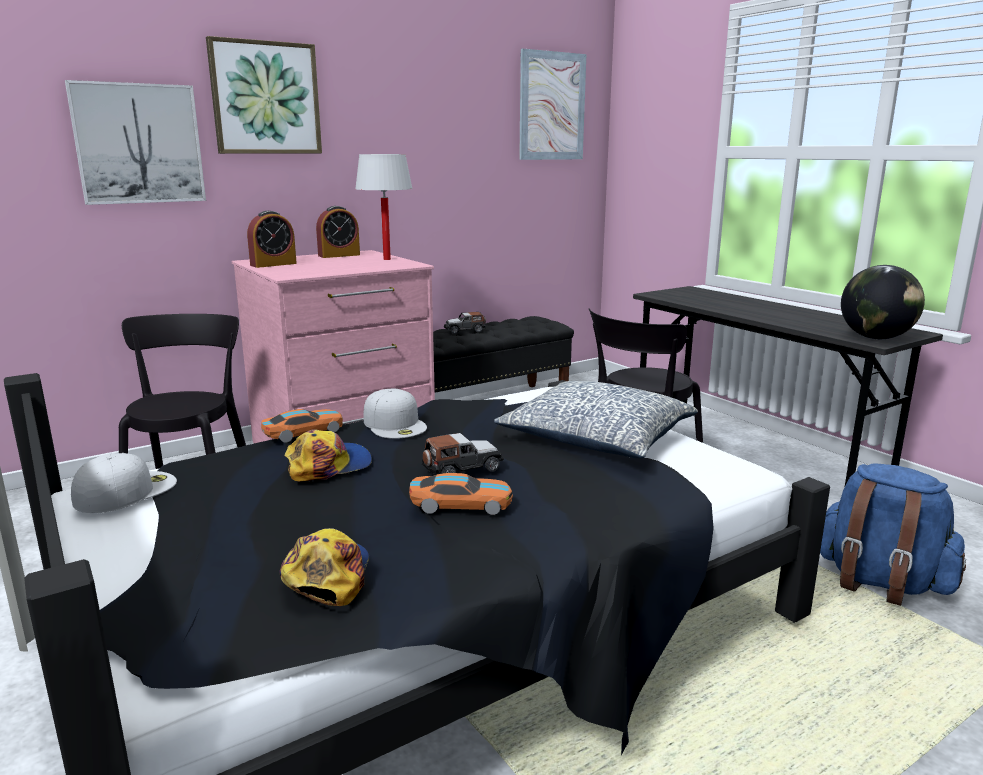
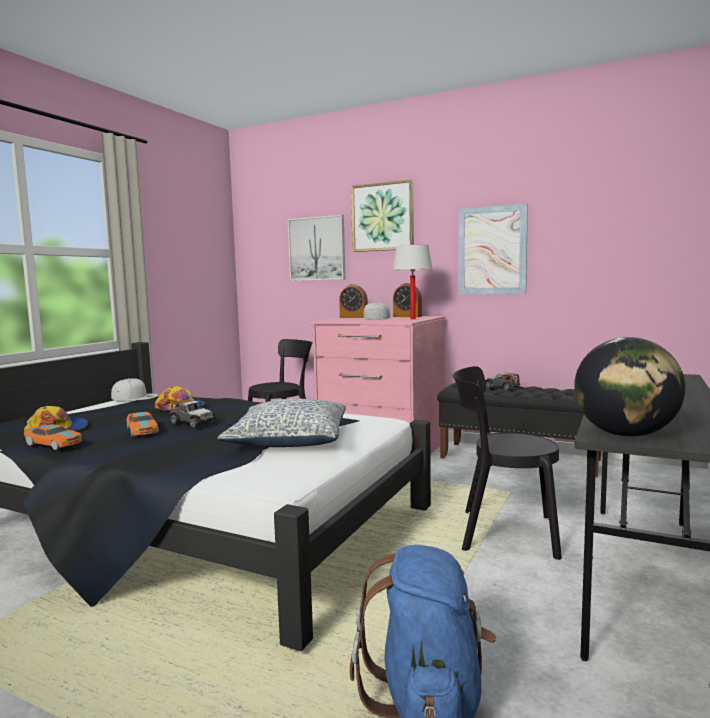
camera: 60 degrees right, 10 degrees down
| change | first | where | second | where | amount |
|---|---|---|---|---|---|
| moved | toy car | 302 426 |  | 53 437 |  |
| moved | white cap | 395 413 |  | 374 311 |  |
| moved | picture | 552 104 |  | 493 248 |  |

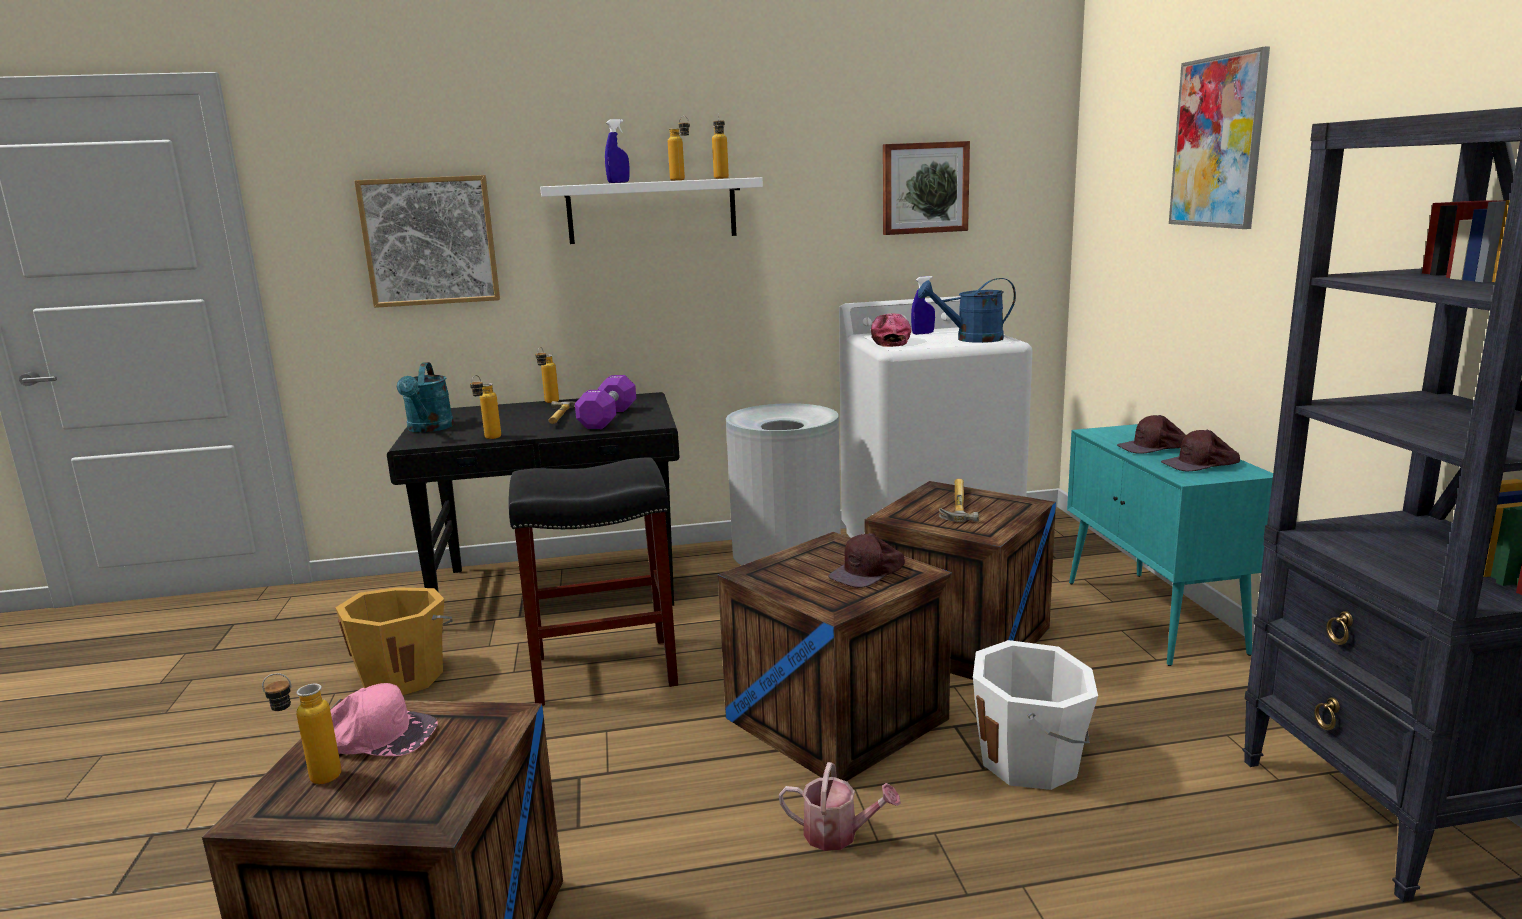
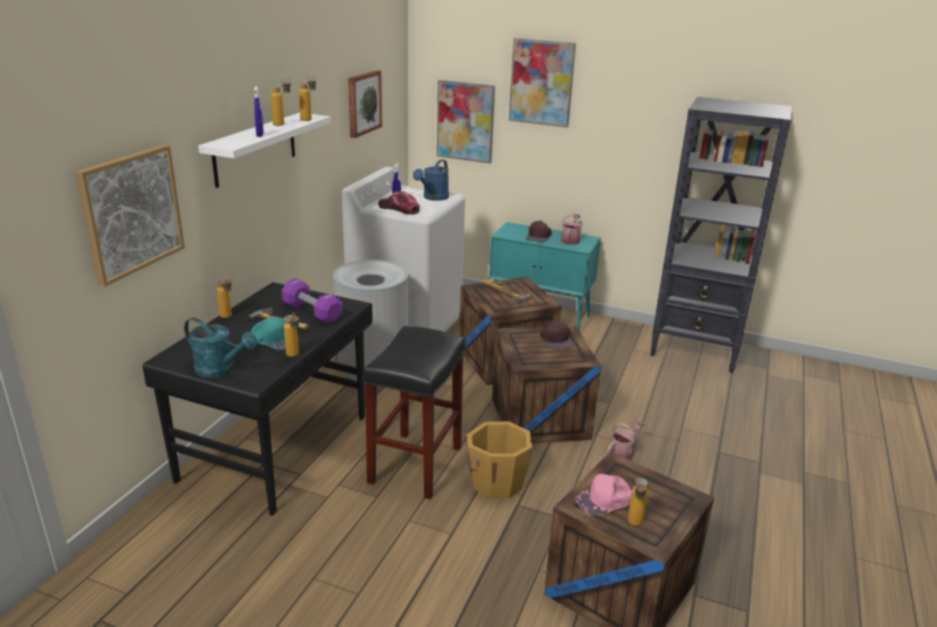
camera: 60 degrees left, 10 degrees up
| change | first | where | second | where | amount |
|---|---|---|---|---|---|
| removed | white bucket | 1035 715 |  |  |  |
| added |  |  | turquoise cap | 275 333 |  |
| added |  |  | picture | 466 122 |  |
| moved | orange bucket | 394 641 |  | 498 460 |  |
| replaced | brown cap | 1200 450 | watering can | 571 229 |  |
| turned | pink cap | 384 719 |  | 603 495 | 150 degrees counterclockwise |

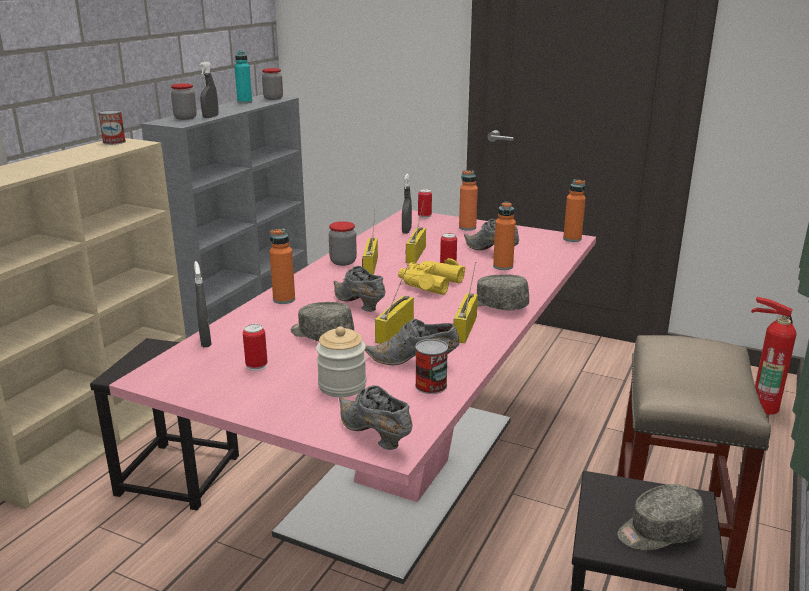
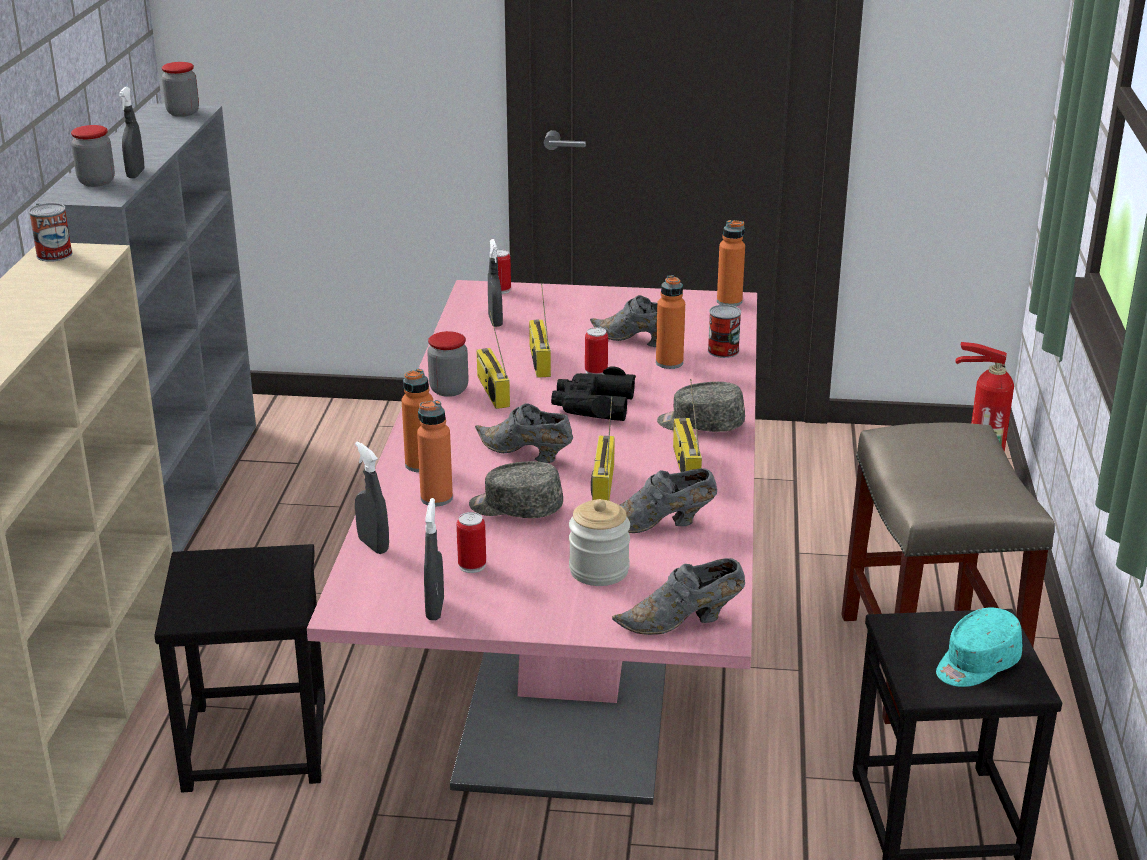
camera: 20 degrees left, 5 degrees up
| change | first | where | second | where | amount |
|---|---|---|---|---|---|
| removed | turquoise bottle | 243 77 |  |  |  |
| added |  |  | grey spray bottle | 434 559 |  |
| moved | can | 431 366 |  | 724 331 |  |
| moved | orange bottle | 468 200 |  | 435 453 |  |
| recoloured | yellow binoculars | 432 276 | black binoculars | 593 393 |  |
| recoloured | grey cap | 660 517 | turquoise cap | 979 647 |  |
| turned | grey shoe | 376 417 |  | 678 596 | 45 degrees counterclockwise |

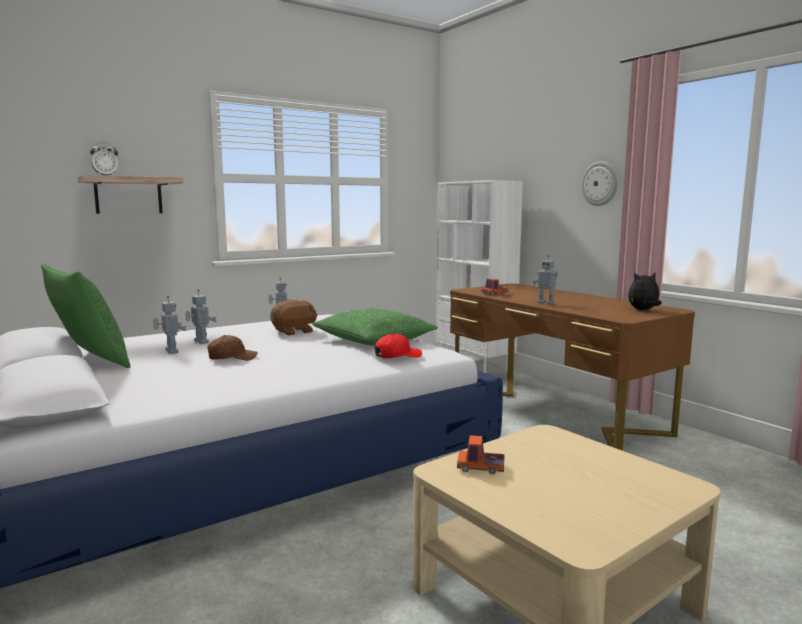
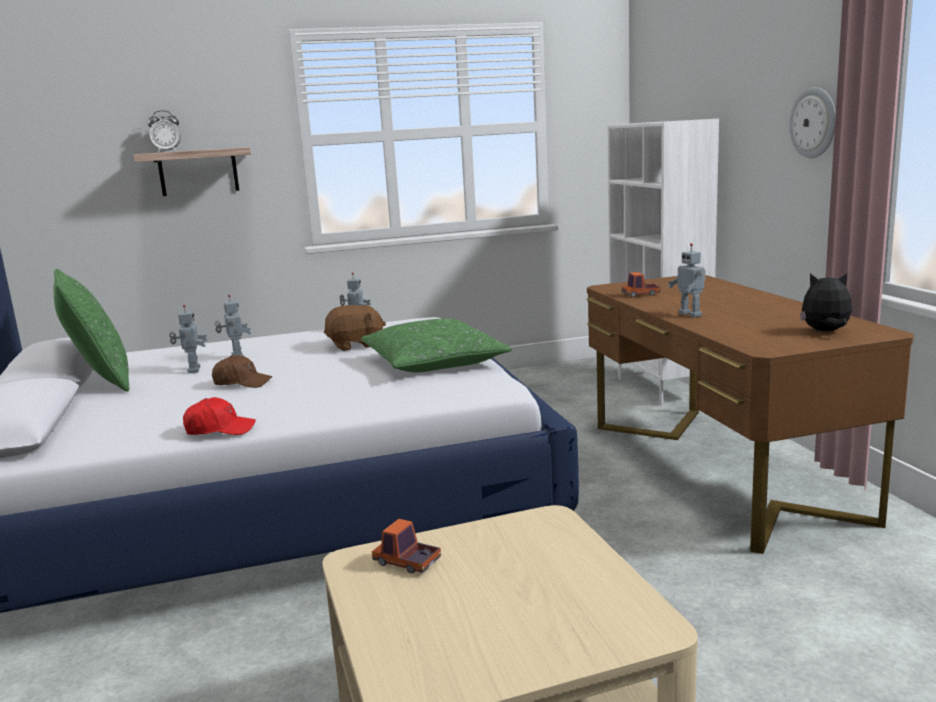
camera: 20 degrees right, 5 degrees up
| change | first | where | second | where | amount |
|---|---|---|---|---|---|
| moved | red cap | 398 345 |  | 219 416 |  |

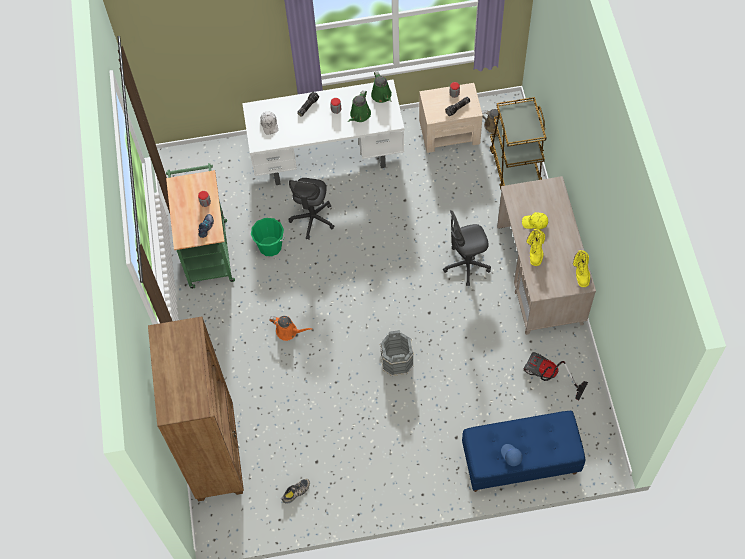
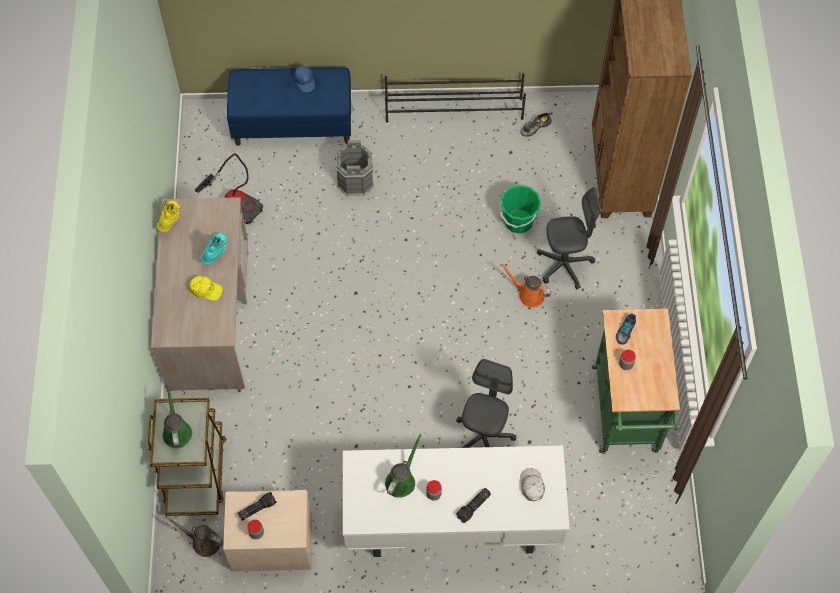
camera: 175 degrees left, 0 degrees up
| change | first | where | second | where | amount |
|---|---|---|---|---|---|
| added |  |  | black shoe rack | 455 97 |  |
| moved | green bucket | 268 237 |  | 520 209 |  |
| moved | green watering can | 381 87 |  | 177 414 |  |
| moved | grey bucket | 396 353 |  | 354 168 |  |
| moved | grey office chair | 467 248 |  | 569 238 |  |
| recoloured | yellow boot | 535 247 | turquoise boot | 214 249 |  |

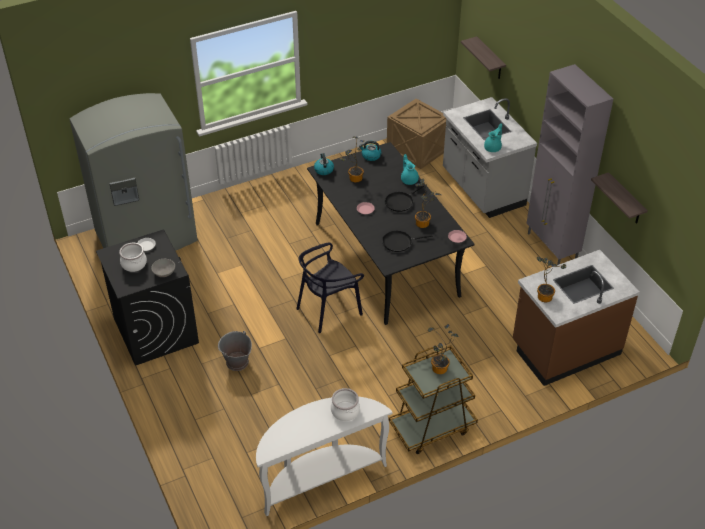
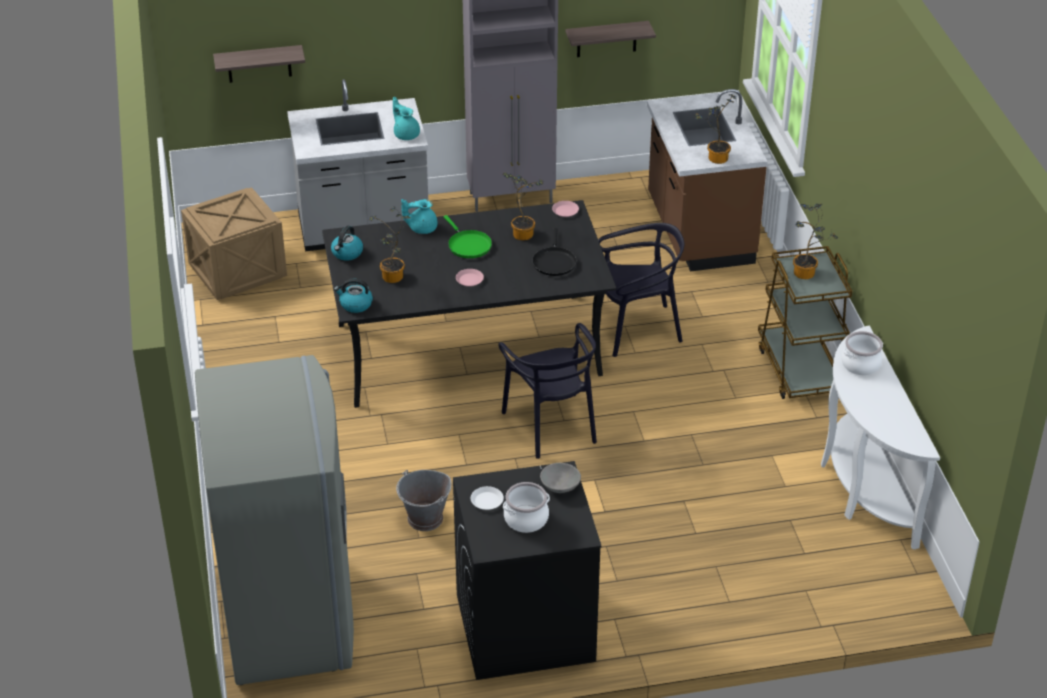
camera: 75 degrees left, 5 degrees down
| change | first | where | second | where | amount |
|---|---|---|---|---|---|
| added |  |  | black chair | 641 290 |  |
| moved | grey bucket | 235 351 |  | 423 500 |  |
| recoloured | black frying pan | 404 198 | green frying pan | 468 236 |  |

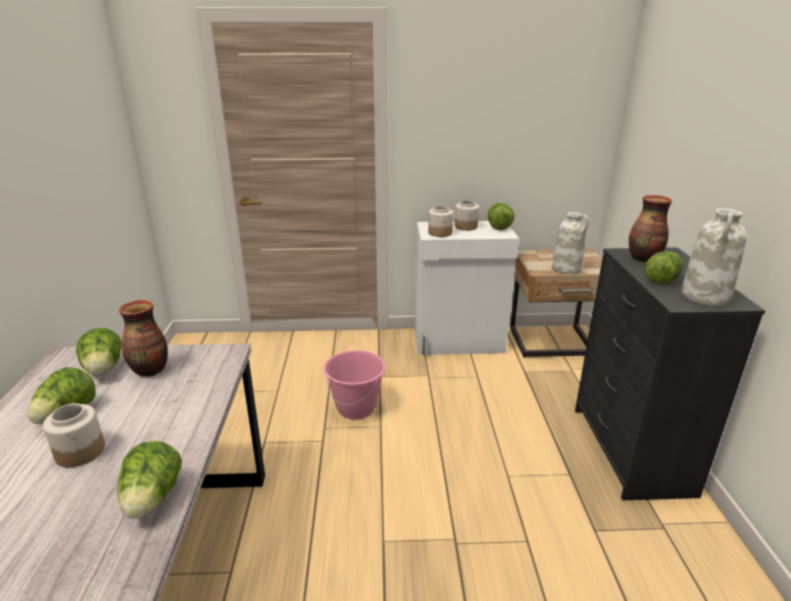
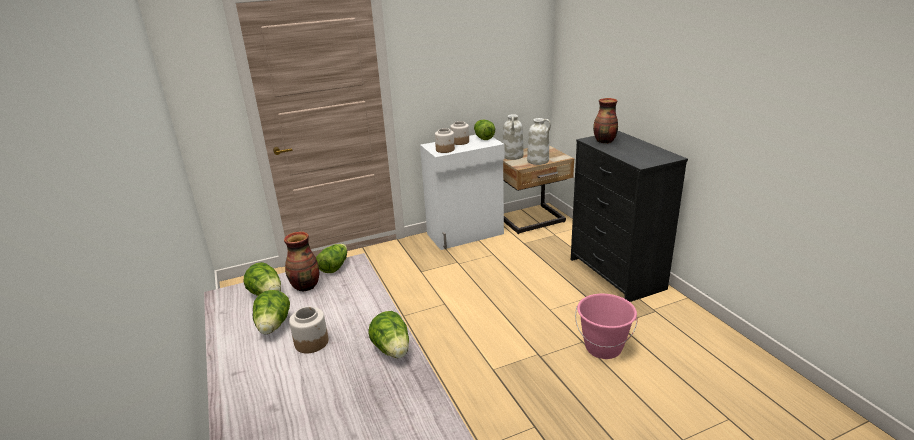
camera: 20 degrees left, 0 degrees up
| change | first | where | second | where | amount |
|---|---|---|---|---|---|
| moved | pink bucket | 354 385 |  | 606 326 |  |
| moved | lettuce | 663 267 |  | 331 258 |  |
| moved | white vase | 714 257 |  | 513 137 |  |

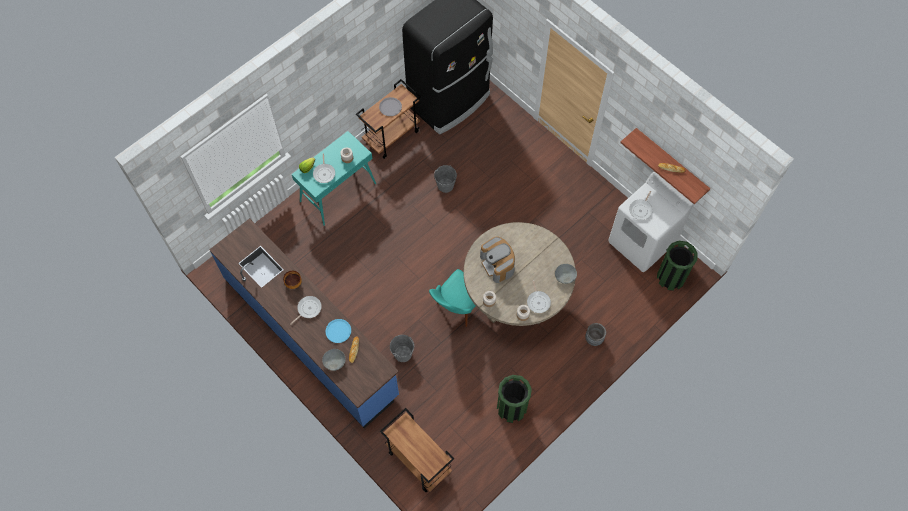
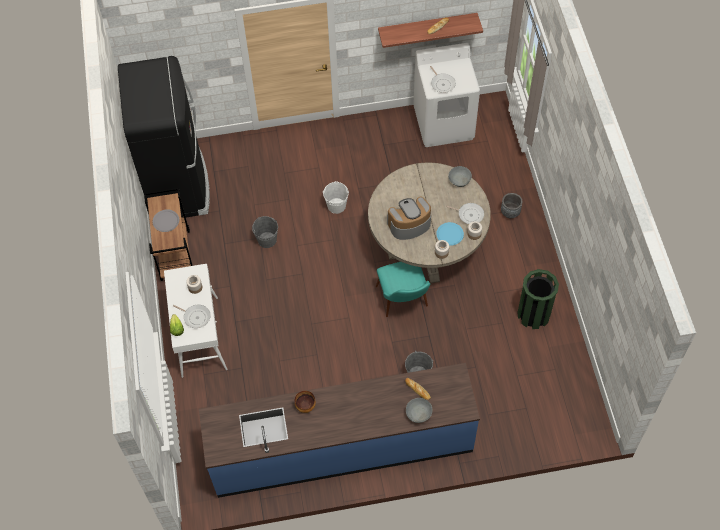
camera: 55 degrees left, 5 degrees down
| change | first | where | second | where | amount |
|---|---|---|---|---|---|
| removed | frying pan | 306 310 |  |  |  |
| removed | brown cart | 417 450 |  |  |  |
| removed | green trash can | 677 266 |  |  |  |
| added |  |  | white bucket | 336 197 |  |
| moved | blue plate | 338 331 |  | 450 234 |  |
| recoloured | turquoise console table | 334 178 | white console table | 196 321 |  |
| turned | coffee machine | 497 259 |  | 409 218 | 150 degrees clockwise |

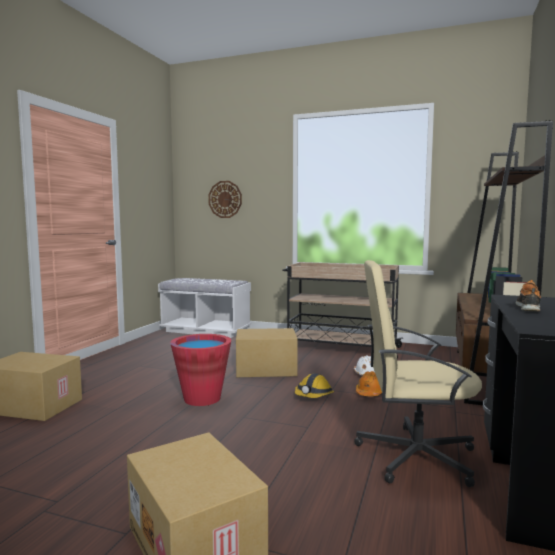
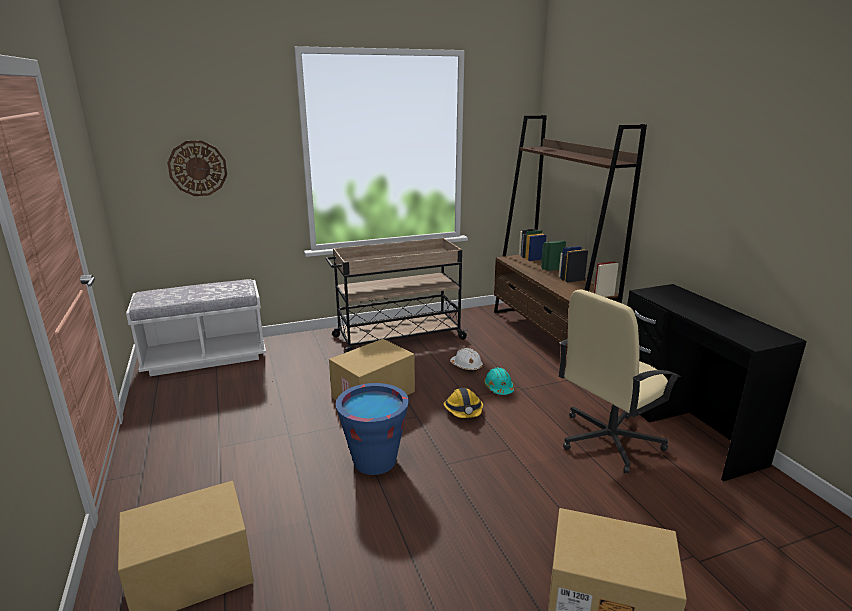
camera: 40 degrees left, 15 degrees up
| change | first | where | second | where | amount |
|---|---|---|---|---|---|
| removed | shoe | 528 295 |  |  |  |
| recoloured | red bucket | 200 370 | blue bucket | 372 429 |  |
| recoloured | orange hard hat | 369 383 | turquoise hard hat | 499 381 |  |

